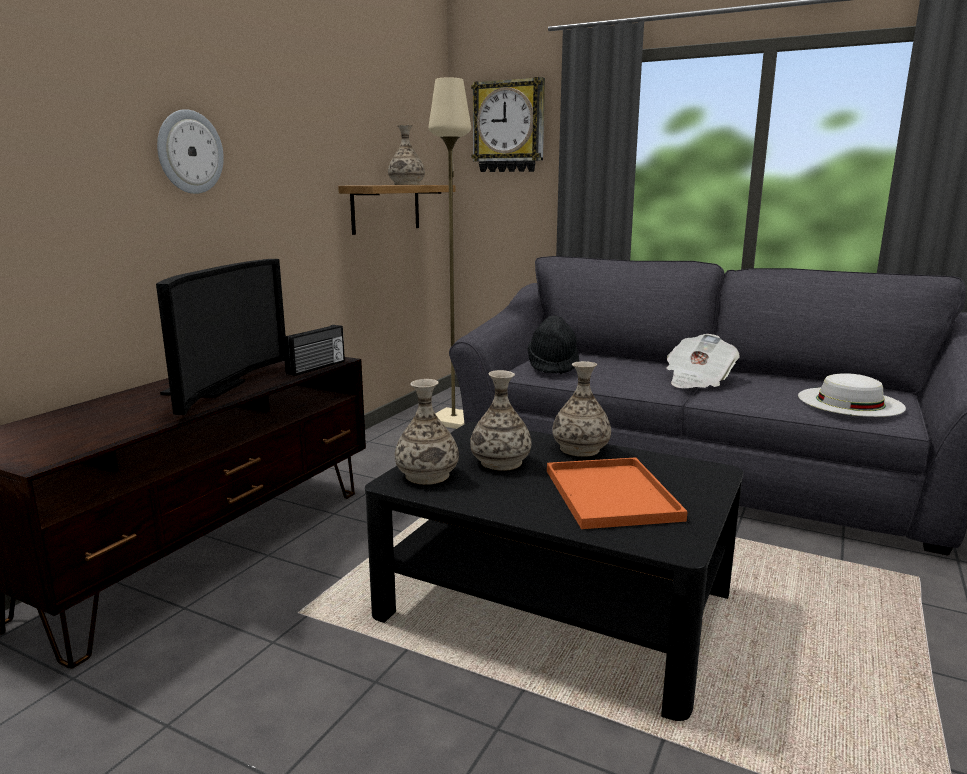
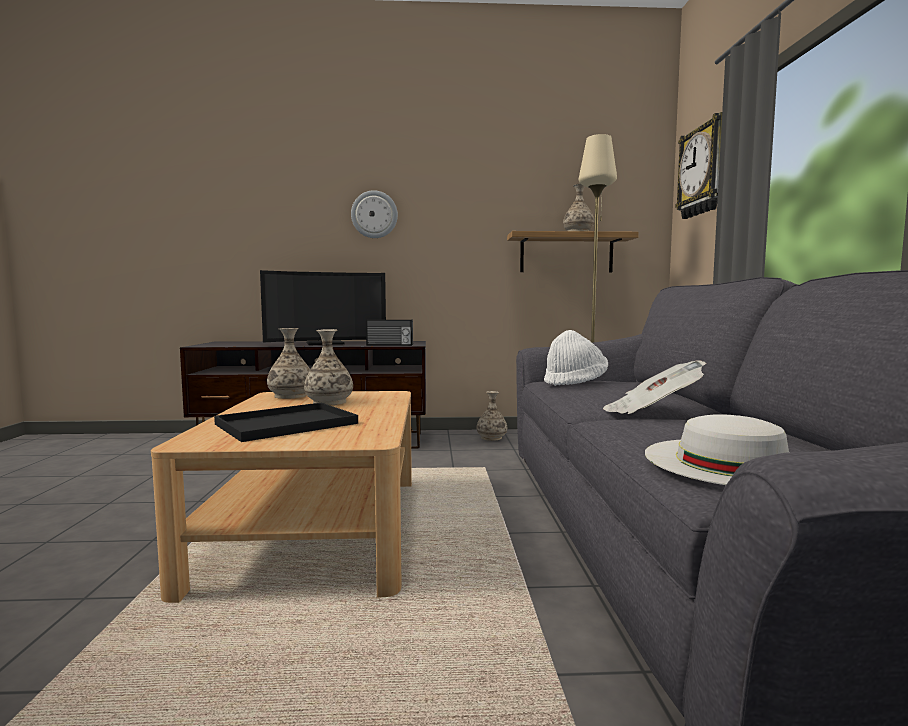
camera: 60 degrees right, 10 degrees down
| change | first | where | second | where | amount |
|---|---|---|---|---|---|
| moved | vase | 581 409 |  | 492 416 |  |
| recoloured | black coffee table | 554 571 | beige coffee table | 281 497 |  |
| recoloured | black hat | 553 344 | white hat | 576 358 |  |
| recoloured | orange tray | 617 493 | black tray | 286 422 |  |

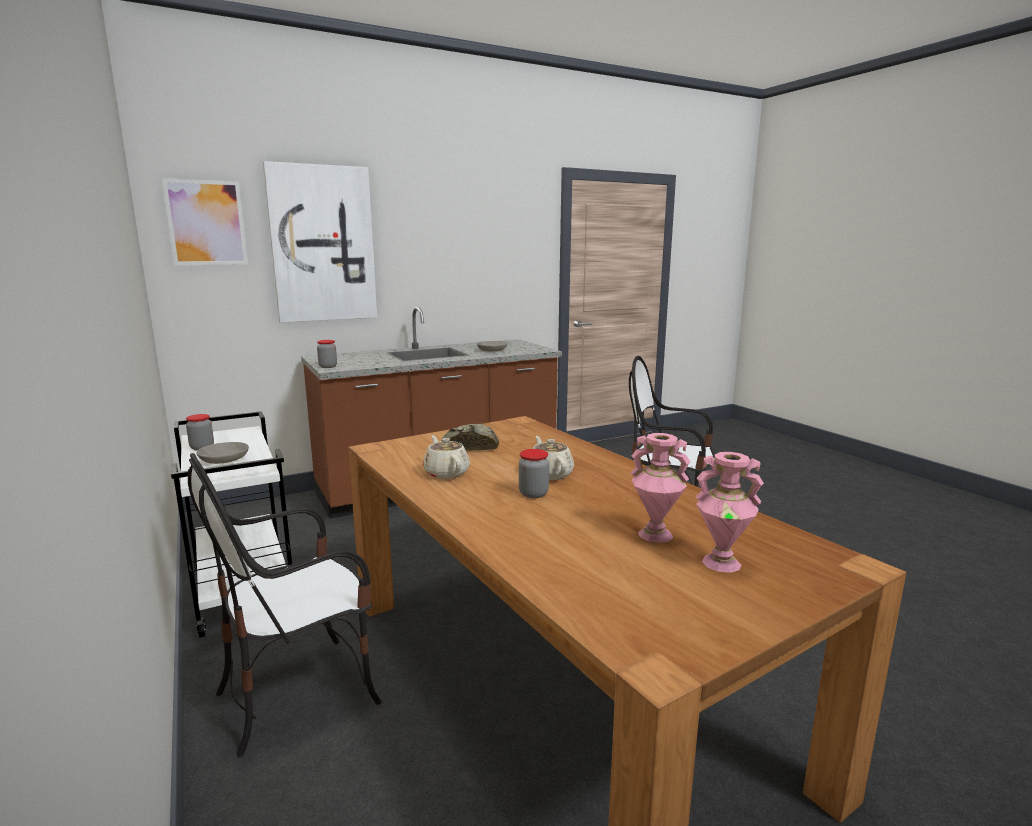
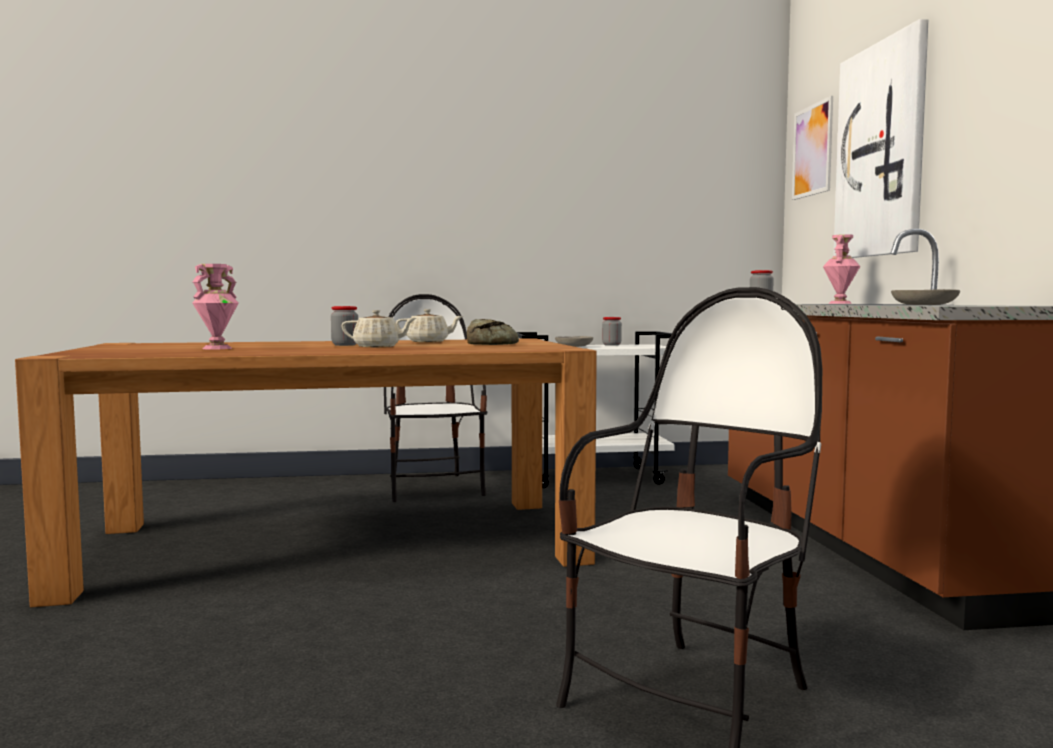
camera: 110 degrees right, 10 degrees down
| change | first | where | second | where | amount |
|---|---|---|---|---|---|
| moved | pink vase | 729 512 |  | 842 269 |  |

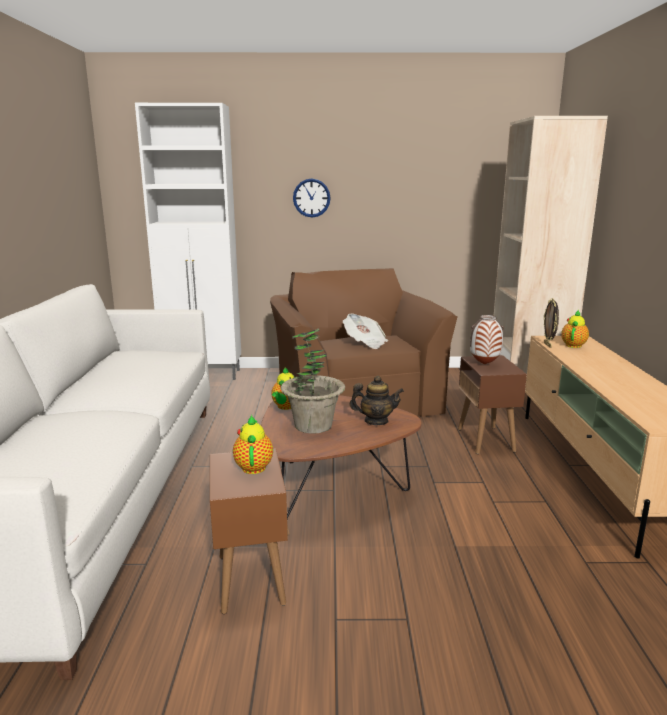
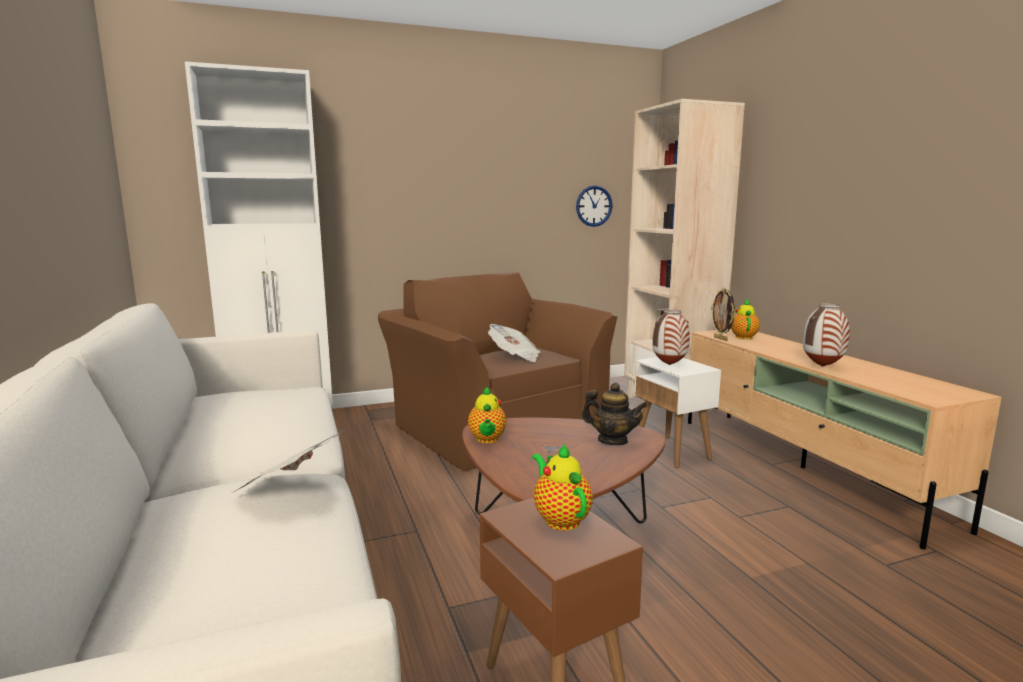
camera: 20 degrees left, 5 degrees down
| change | first | where | second | where | amount |
|---|---|---|---|---|---|
| removed | potted plant | 313 381 |  |  |  |
| added |  |  | newspaper | 288 461 |  |
| added |  |  | vase | 826 335 |  |
| moved | wall clock | 312 197 |  | 594 206 |  |
| recoloured | brown side table | 492 404 | white side table | 677 412 |  |
| turned | teapot | 377 400 |  | 614 414 | 45 degrees clockwise |

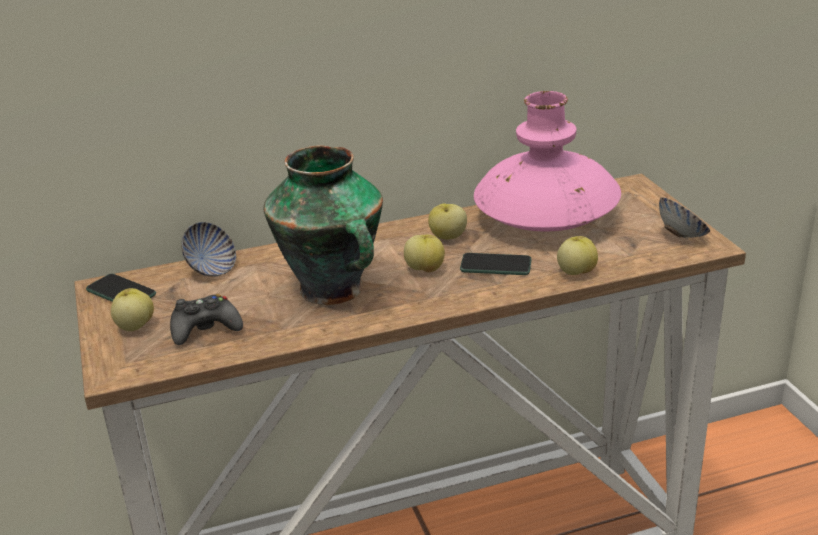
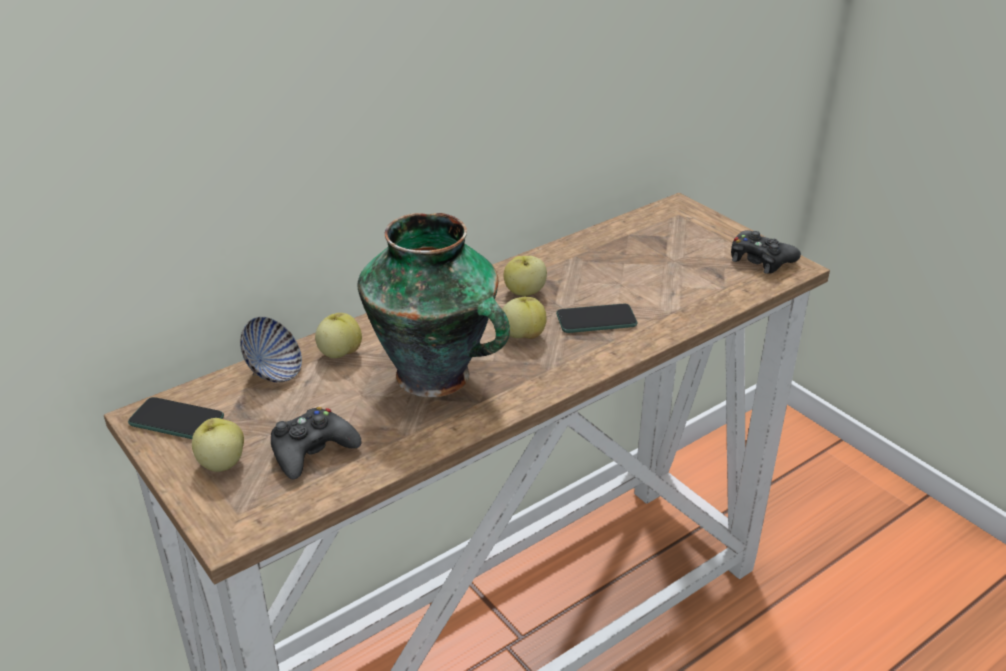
camera: 20 degrees left, 5 degrees up
| change | first | where | second | where | amount |
|---|---|---|---|---|---|
| removed | pink vase | 547 161 |  |  |  |
| moved | apple | 577 255 |  | 338 335 |  |
| replaced | bowl | 684 218 | black game controller | 766 252 |  |

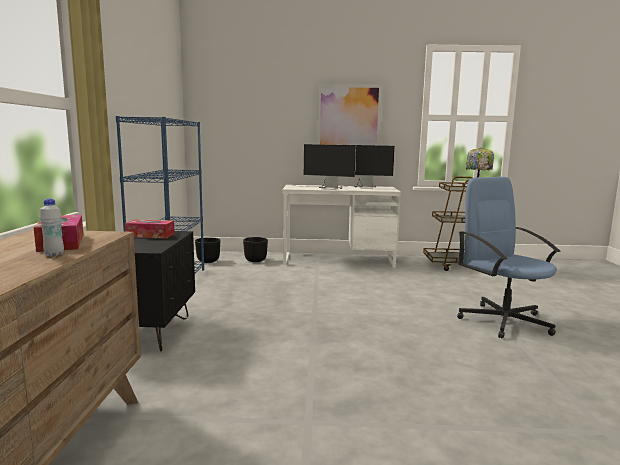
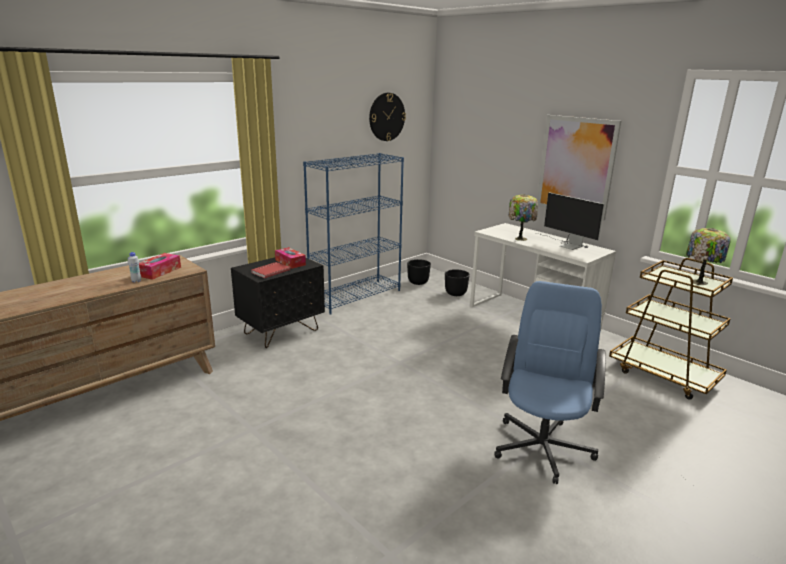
camera: 45 degrees right, 10 degrees up
| change | first | where | second | where | amount |
|---|---|---|---|---|---|
| added |  |  | red book | 271 270 |  |
| added |  |  | wall clock | 387 117 |  |
| replaced | monitor | 329 167 | table lamp | 523 217 |  |

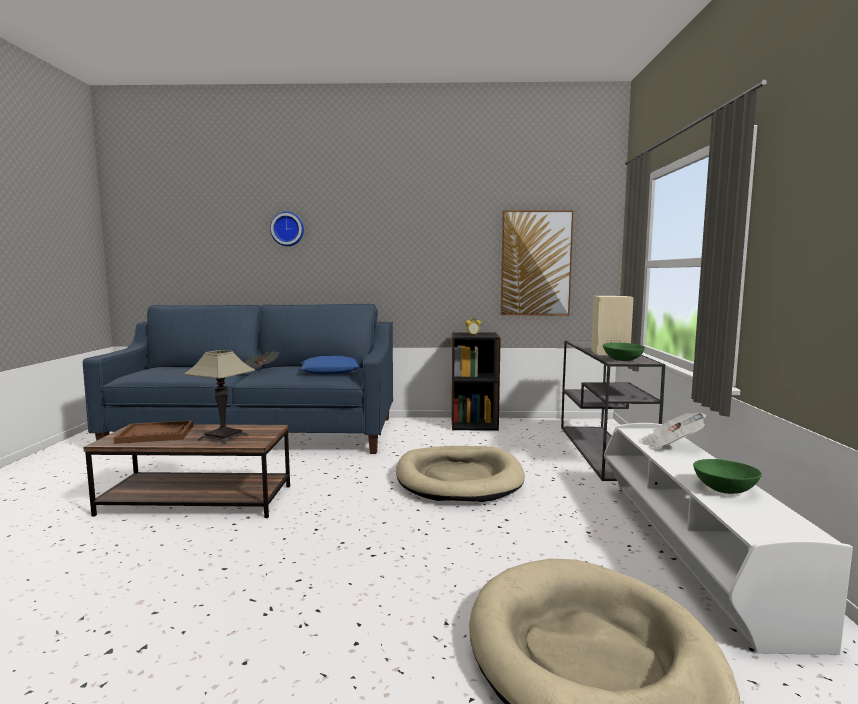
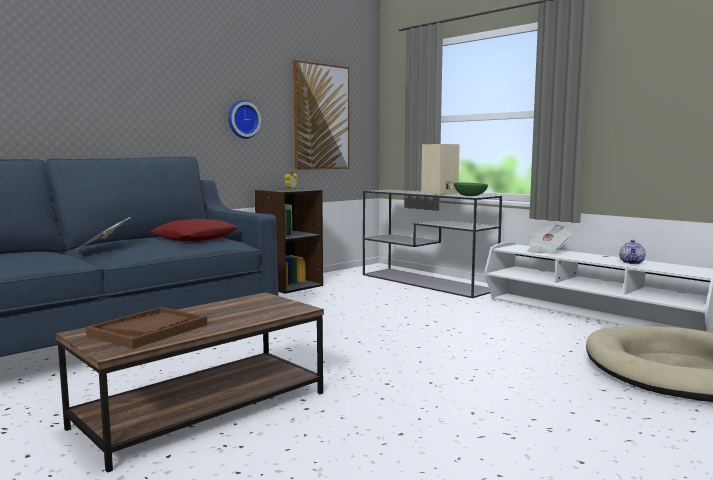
camera: 45 degrees left, 0 degrees up
| change | first | where | second | where | amount |
|---|---|---|---|---|---|
| removed | table lamp | 219 397 |  |  |  |
| removed | beige dog bed | 460 474 |  |  |  |
| moved | wall clock | 287 229 |  | 244 119 |  |
| replaced | green bowl | 727 476 | teapot | 632 252 |  |
| recoloured | blue pillow | 330 365 | red pillow | 194 230 |  |

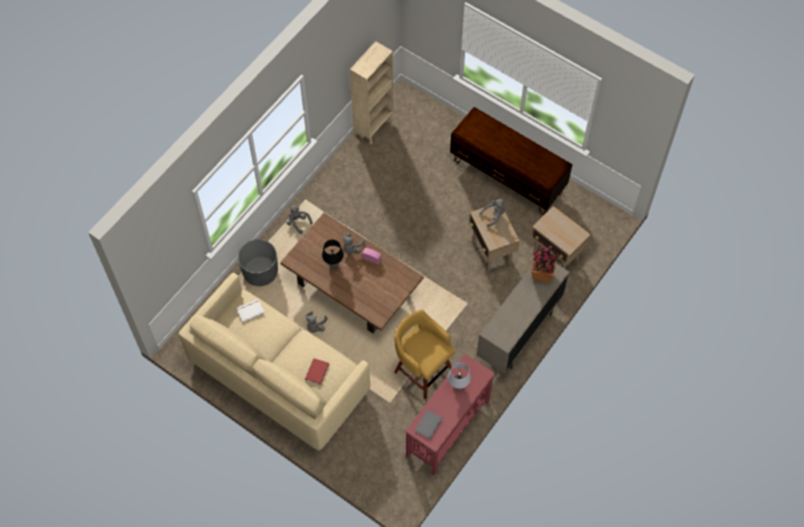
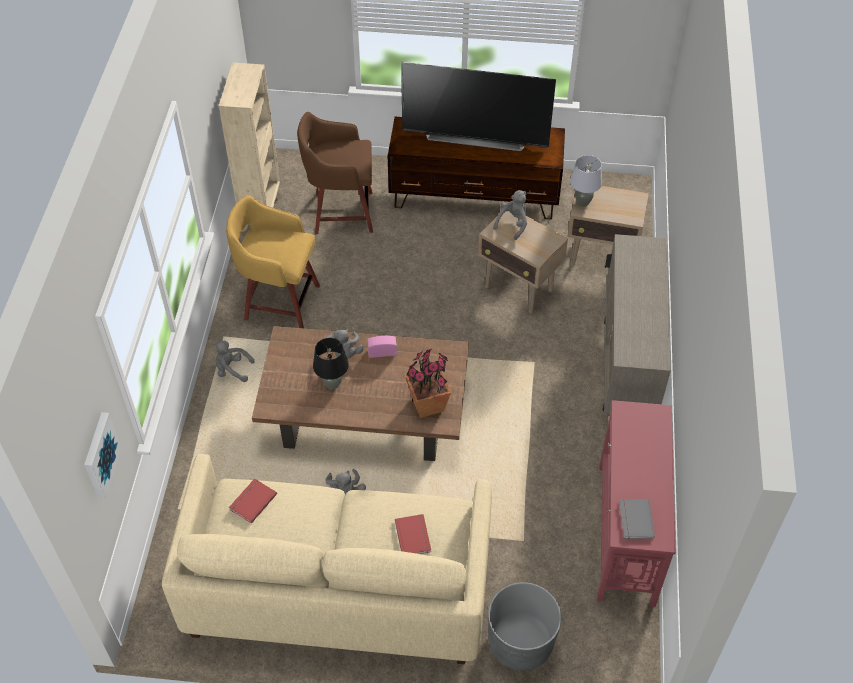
camera: 30 degrees left, 10 degrees down
| change | first | where | second | where | amount |
|---|---|---|---|---|---|
| added |  |  | picture | 102 455 |  |
| added |  |  | brown stool | 335 173 |  |
| added |  |  | television | 478 106 |  |
| moved | grey planter | 258 262 |  | 524 626 |  |
| moved | yellow stool | 424 354 |  | 273 261 |  |
| moved | grey table lamp | 459 376 |  | 586 181 |  |
| moved | potted plant | 545 264 |  | 428 383 |  |
| recoloured | white book | 250 310 | red book | 253 501 |  |

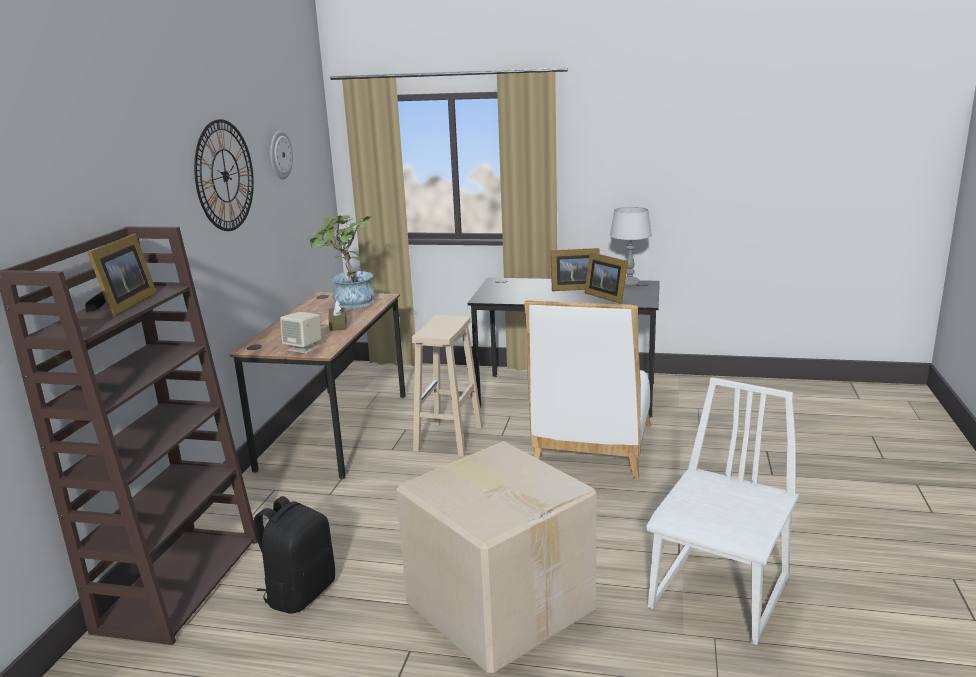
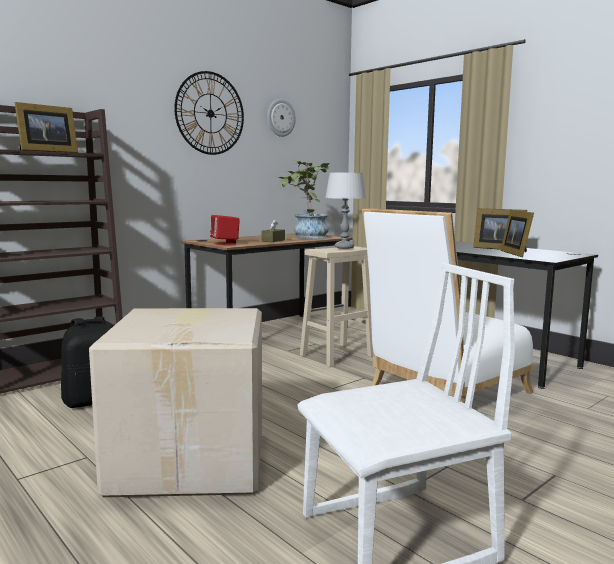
camera: 35 degrees right, 10 degrees down
| change | first | where | second | where | amount |
|---|---|---|---|---|---|
| moved | grey table lamp | 631 246 |  | 345 211 |  |
| recoloured | beige speaker | 300 332 | red speaker | 225 230 |  |

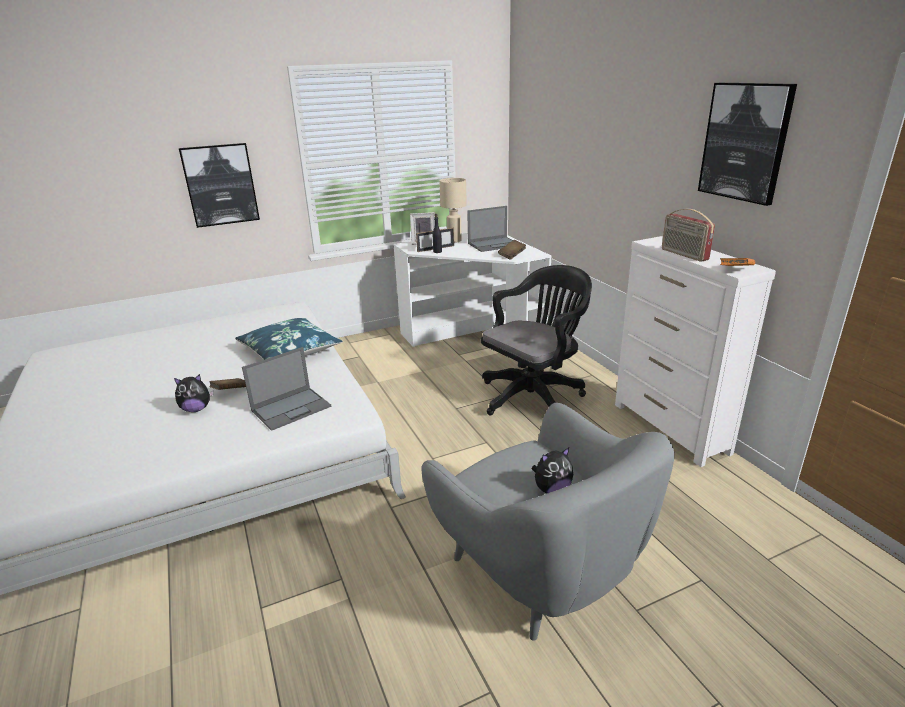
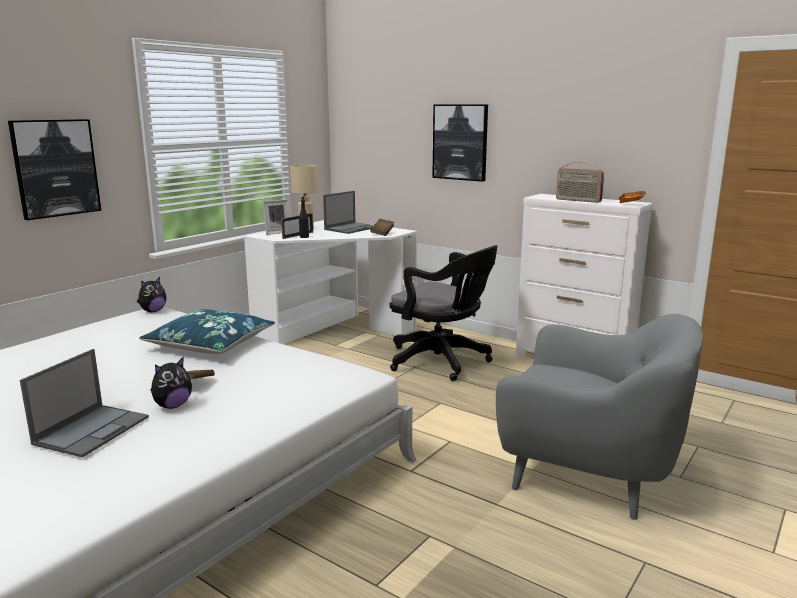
camera: 30 degrees left, 10 degrees down
| change | first | where | second | where | amount |
|---|---|---|---|---|---|
| moved | laptop | 286 389 |  | 84 403 |  |
| moved | plush toy | 552 470 |  | 151 294 |  |
| moved | picture | 747 144 |  | 460 143 |  |
| turned | black office chair | 536 340 |  | 443 313 | 105 degrees clockwise |

